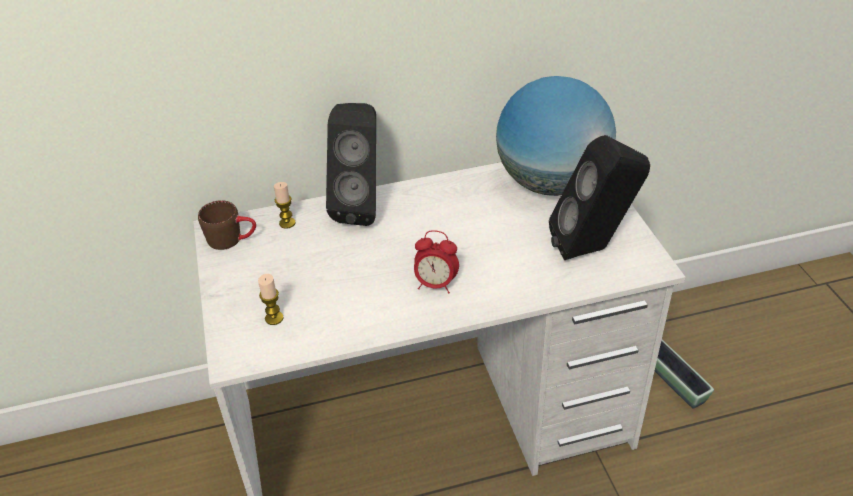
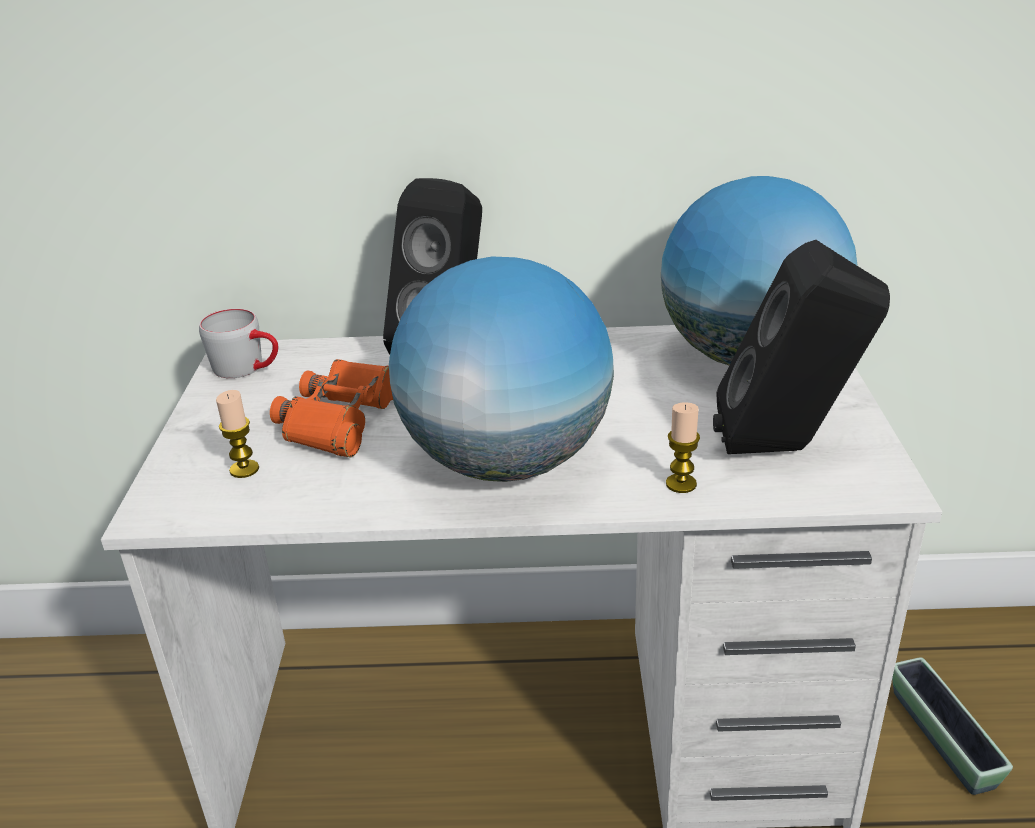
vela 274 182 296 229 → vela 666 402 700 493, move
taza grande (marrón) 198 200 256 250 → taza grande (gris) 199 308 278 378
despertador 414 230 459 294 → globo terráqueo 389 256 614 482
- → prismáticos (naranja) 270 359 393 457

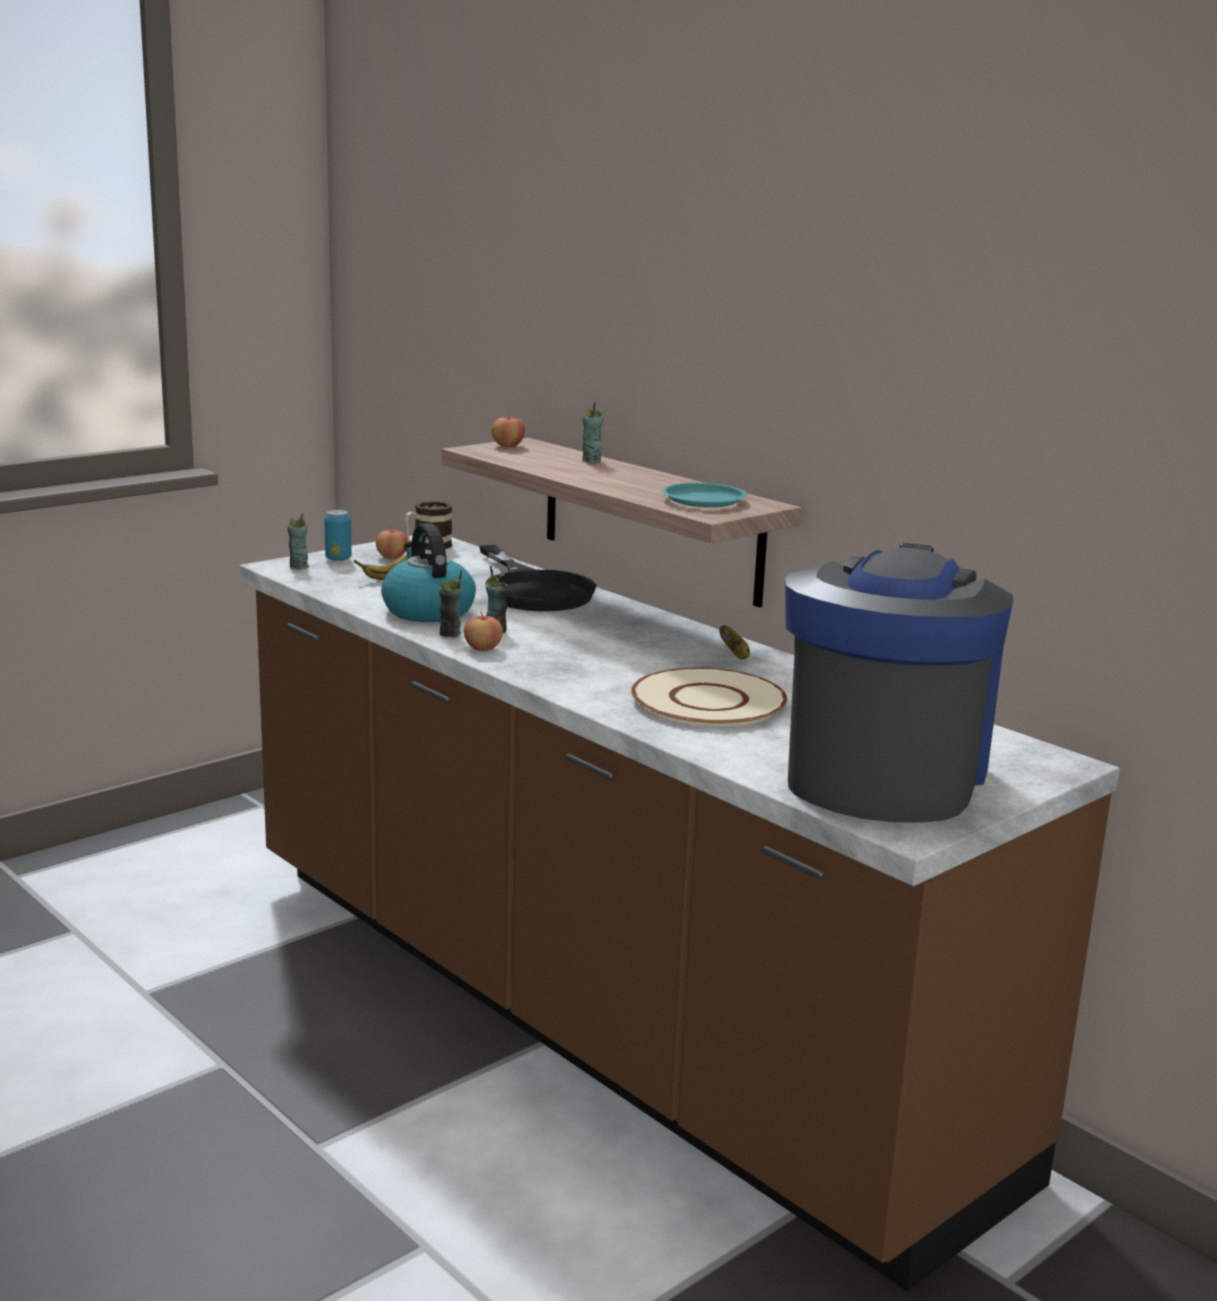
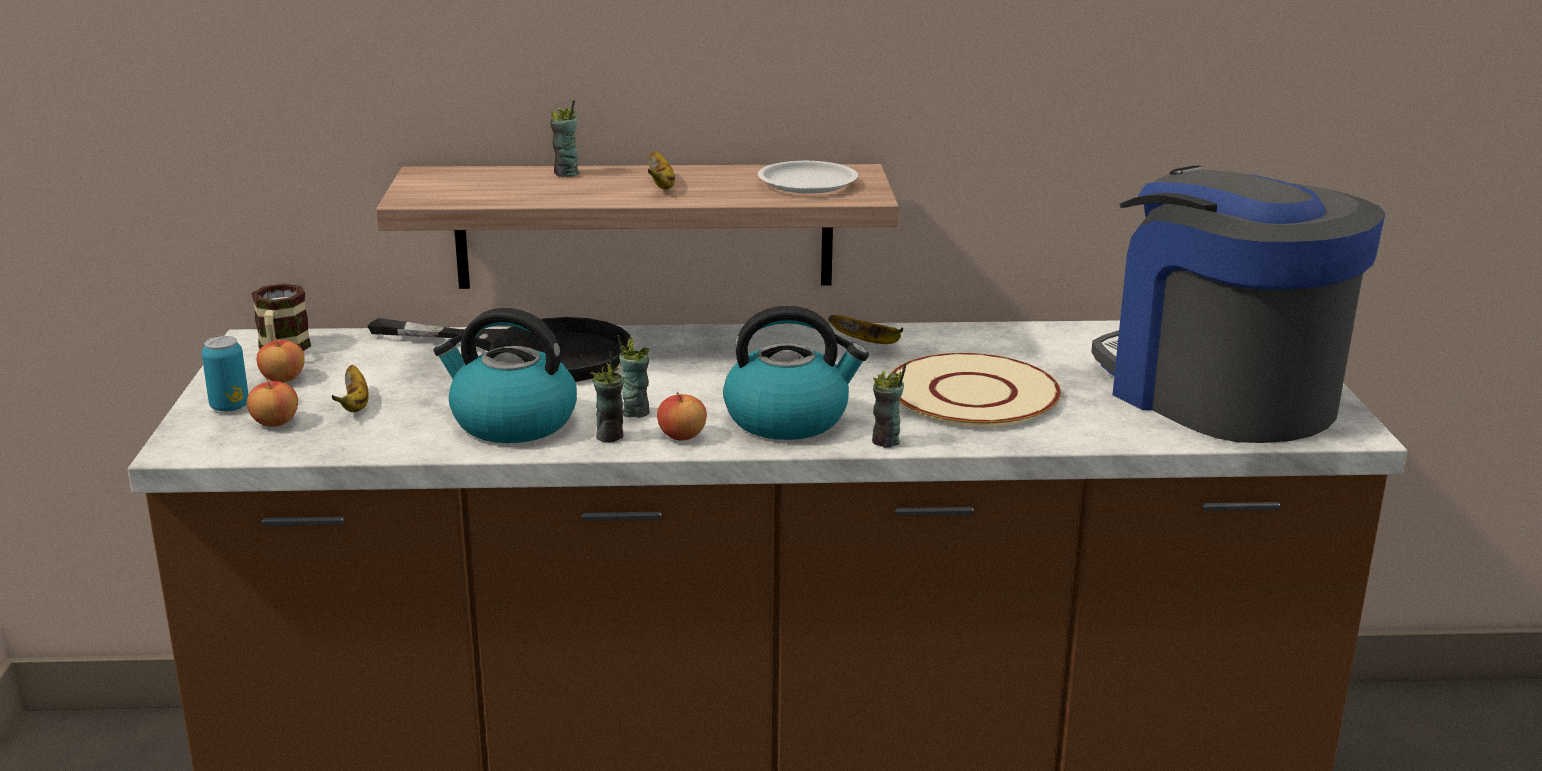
manzana 491 412 525 447 → manzana 247 378 298 427, move
plato (turquesa) 661 483 748 507 → plato (blanco) 758 161 858 194
taza 287 513 309 569 → taza 872 363 907 448, move
- → plátano 648 151 675 190
- → hervidor 723 306 869 440

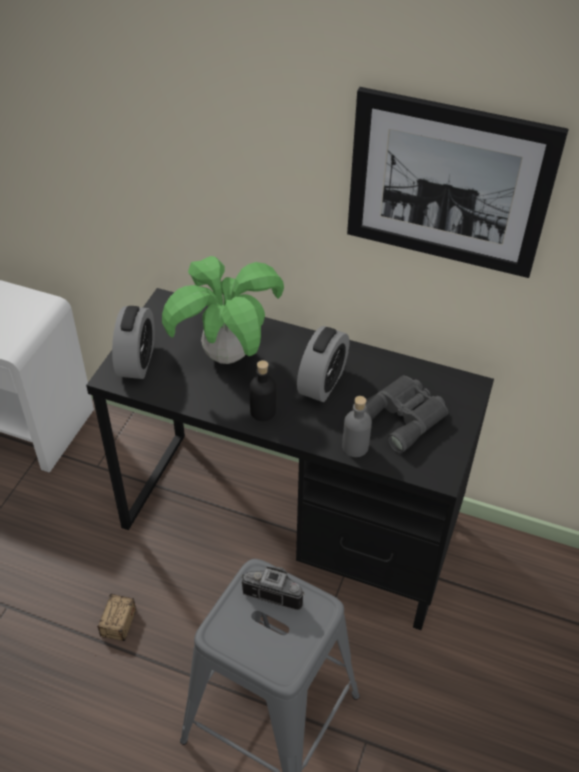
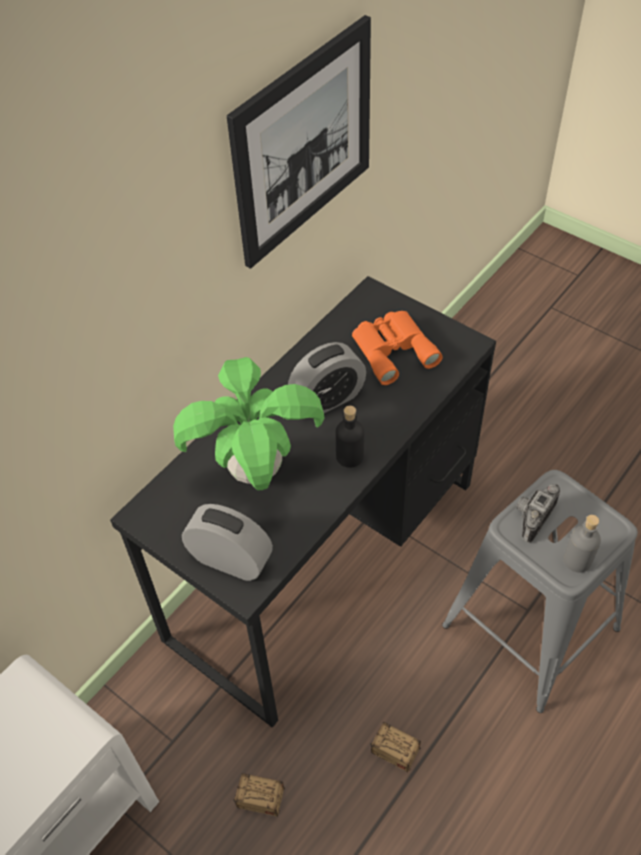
despertador 297 326 349 402 → despertador 288 342 366 413, 105 degrees clockwise
prismáticos (gris) 352 376 448 454 → prismáticos (naranja) 352 311 443 385
botella (gris) 342 396 372 457 → botella (gris) 563 515 601 573, move
- → caja de almacenaje 234 773 341 816

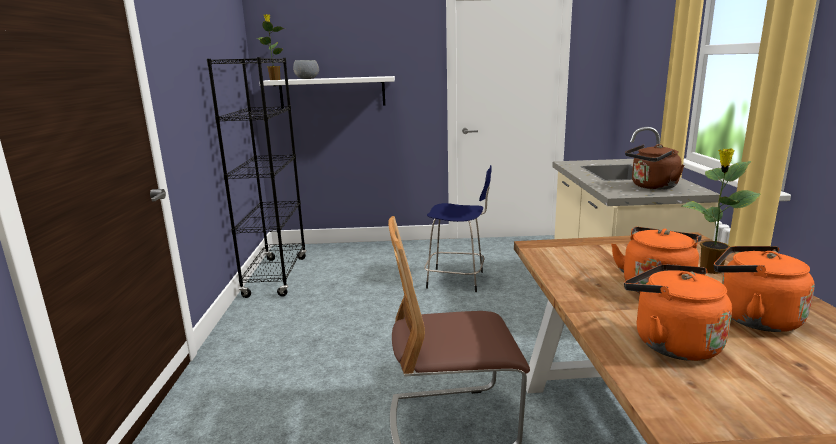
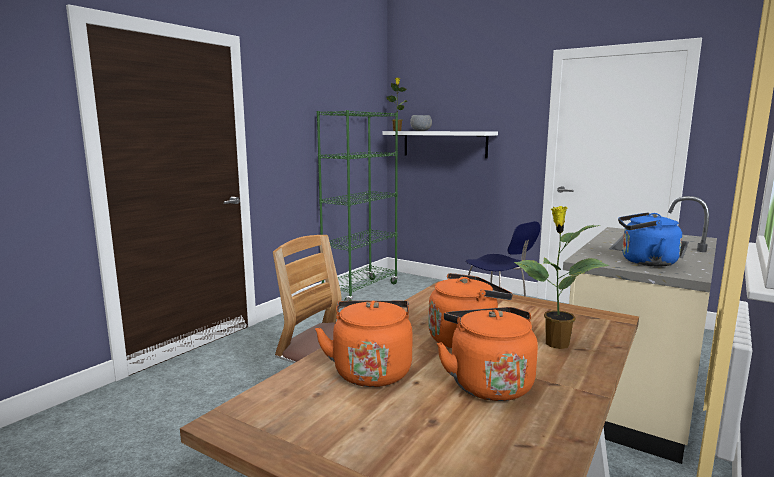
estantería (negro) 207 57 306 298 → estantería (verde) 317 110 398 301
hervidor (marrón) 625 144 684 190 → hervidor (azul) 618 213 682 267

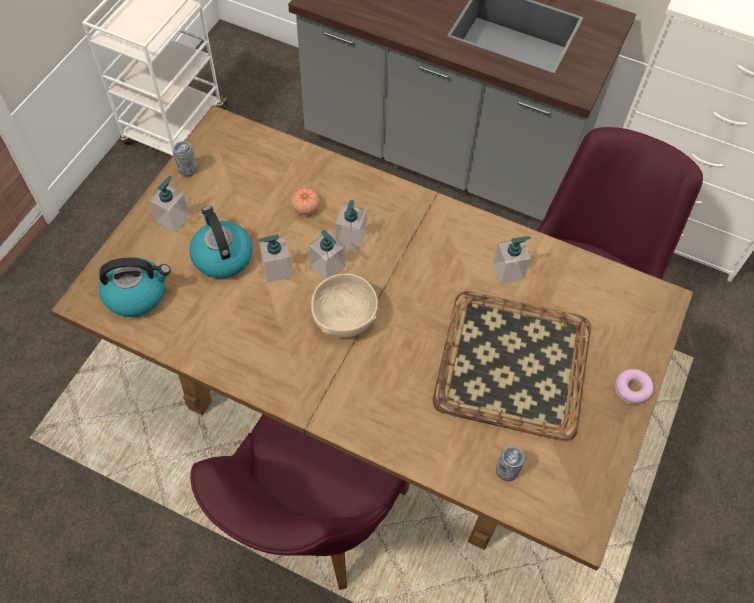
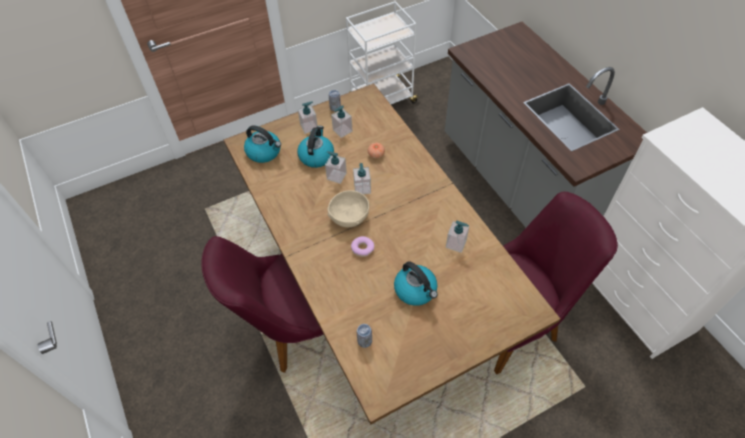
dispensador de jabón 335 200 367 250 → dispensador de jabón 331 105 353 138, move
bandeja 433 291 591 441 → hervidor 394 261 438 306
rosquilla 615 369 654 404 → rosquilla 351 236 375 257, move

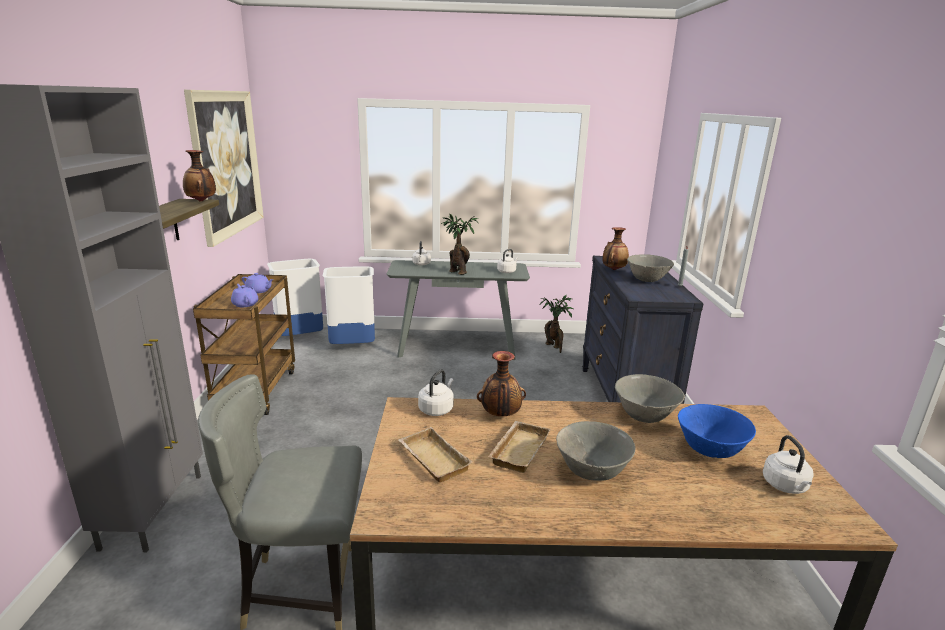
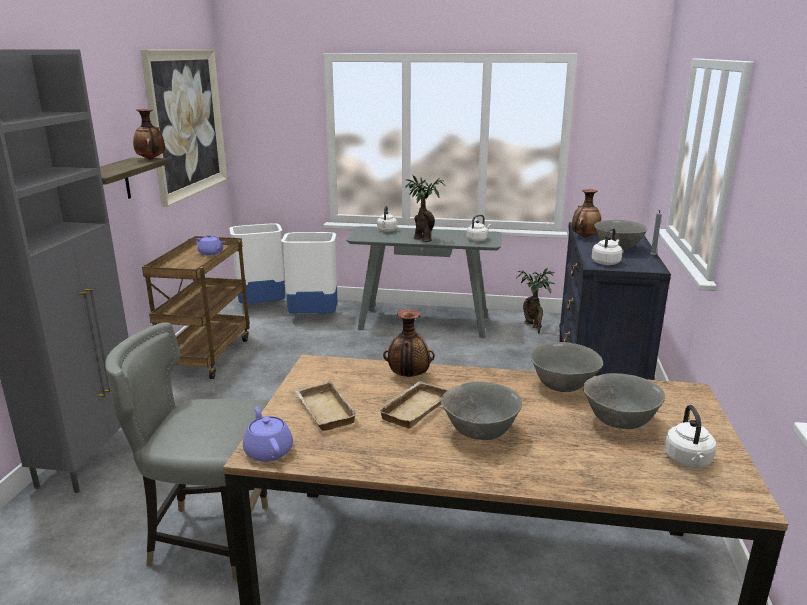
tetera (morado) 231 284 258 307 → tetera (morado) 243 406 293 462, move
hervidor (blanco) 418 369 454 416 → hervidor (blanco) 592 228 623 265, move
cuenco (azul) 678 404 756 458 → cuenco (gris) 583 373 665 429

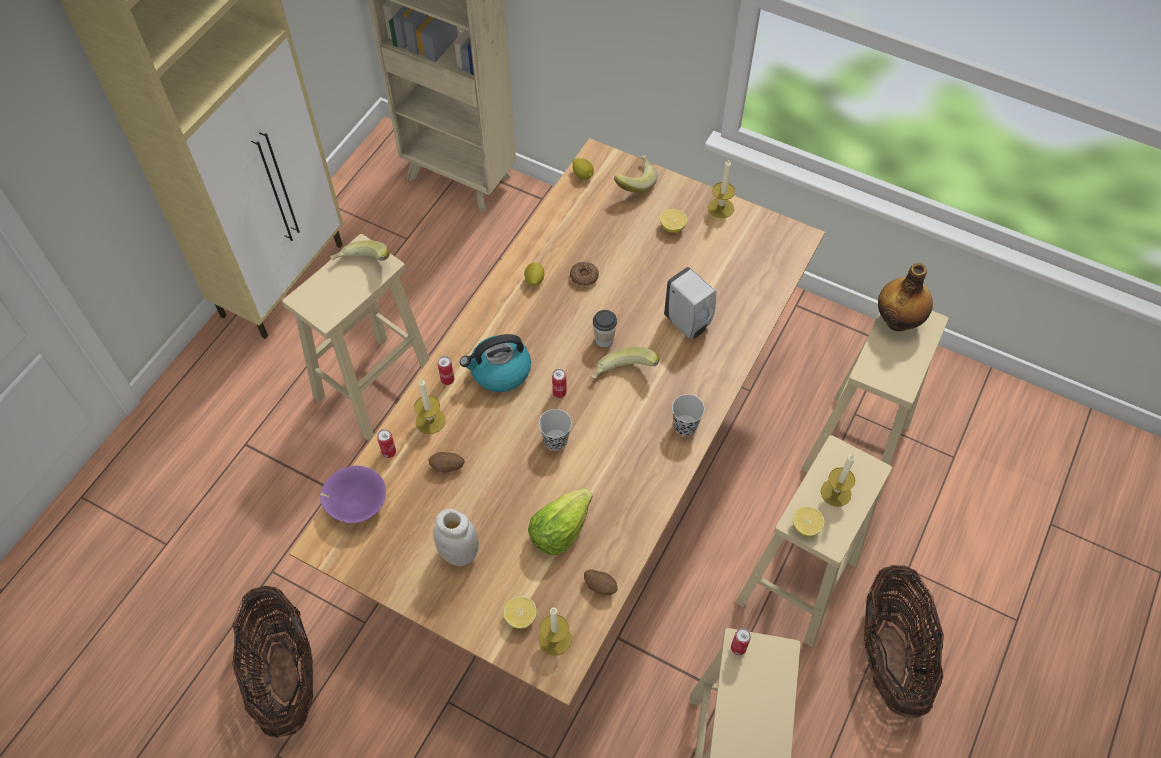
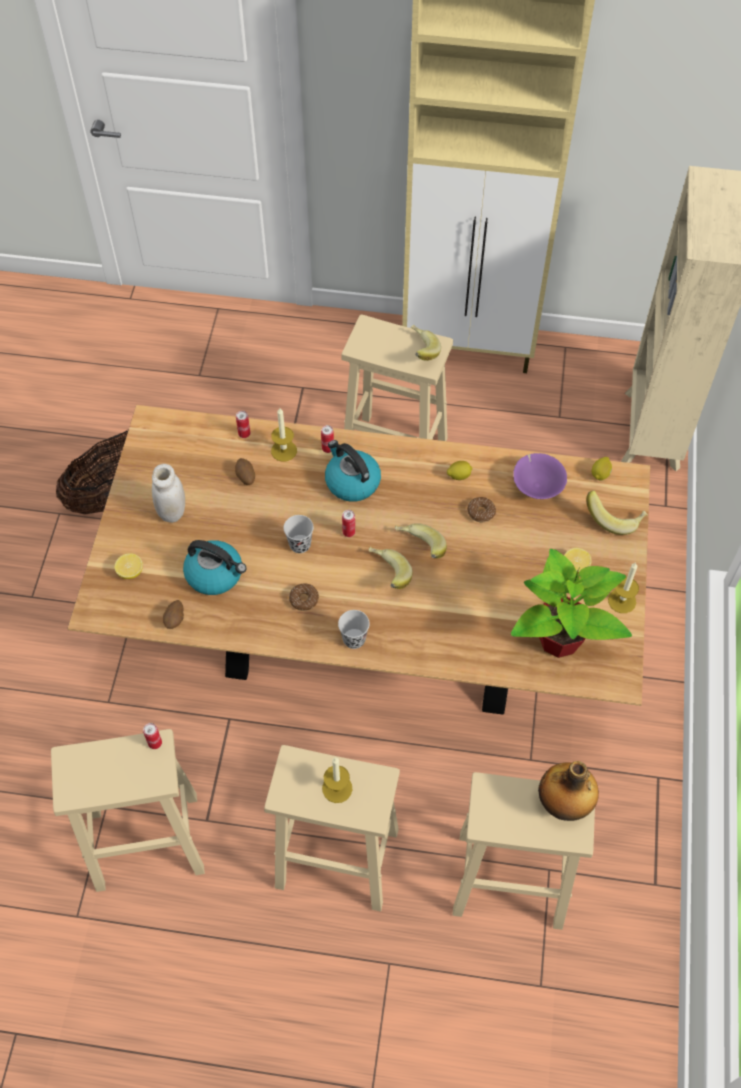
dispensador de jabón (blanco) 664 267 716 339 → -
taza 593 310 617 348 → plátano 395 523 447 558
cuenco (morado) 320 466 386 523 → cuenco (morado) 513 453 567 499, move
lechuga 528 488 593 555 → hervidor 183 540 246 595
limón 793 506 824 537 → -
cesta 864 565 944 718 → -
vela 539 607 572 655 → -
- → planta en maceta 511 549 632 658
- → rosquilla 289 583 319 611

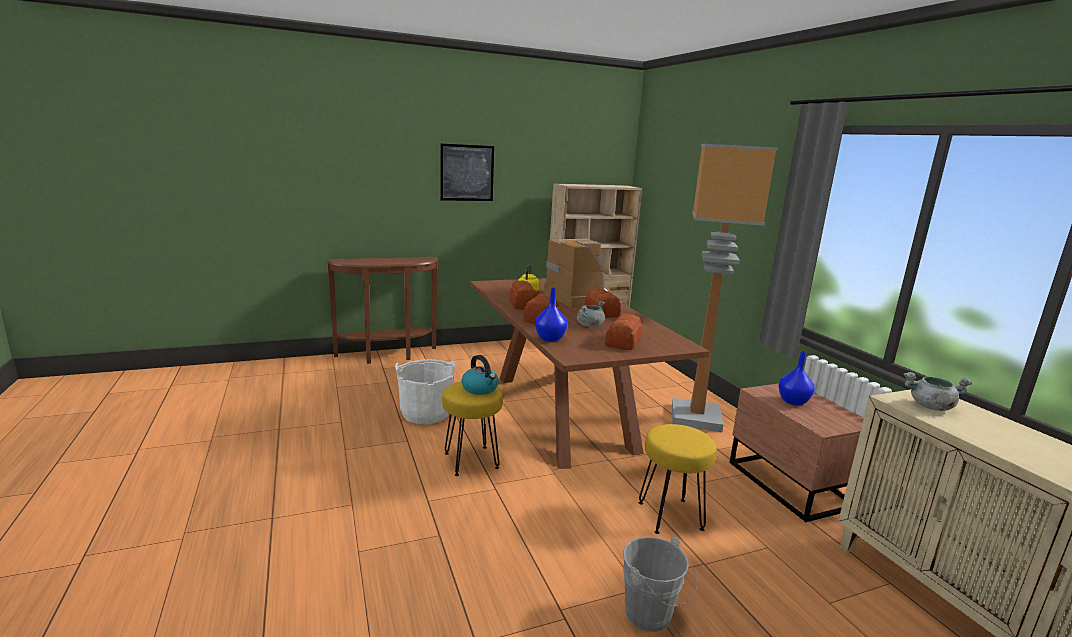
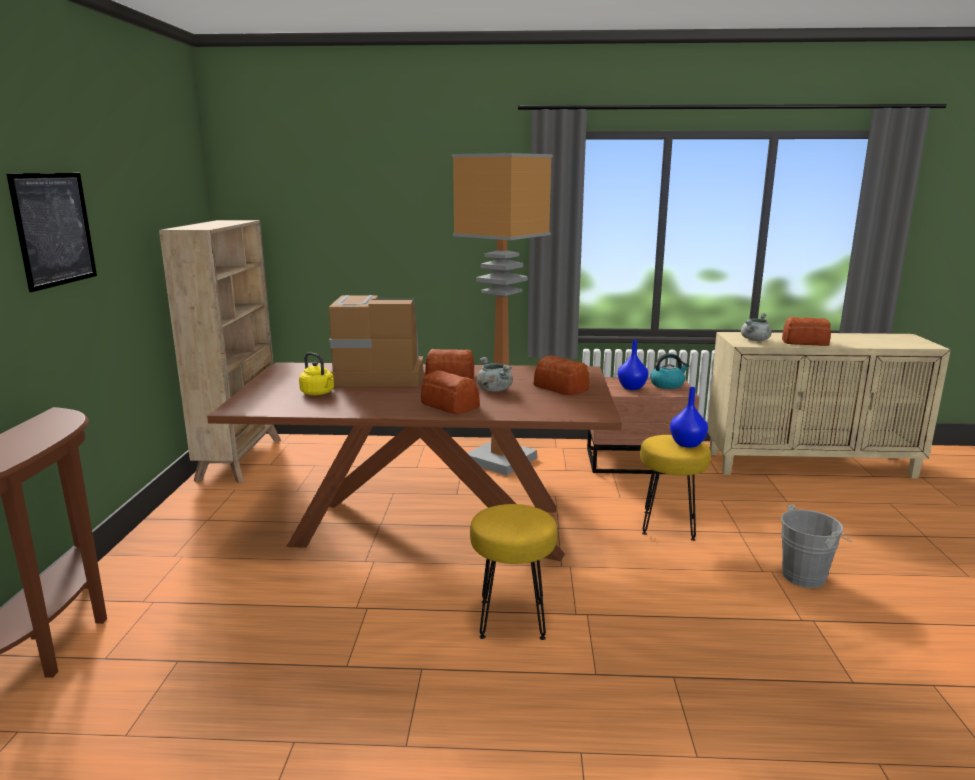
pan 509 281 537 309 → pan 782 317 831 346, move
florero (azul) 535 287 567 342 → florero (azul) 670 387 708 448, move
hervidor 462 355 499 395 → hervidor 650 353 689 389, move
cubo (blanco) 395 359 455 424 → -

